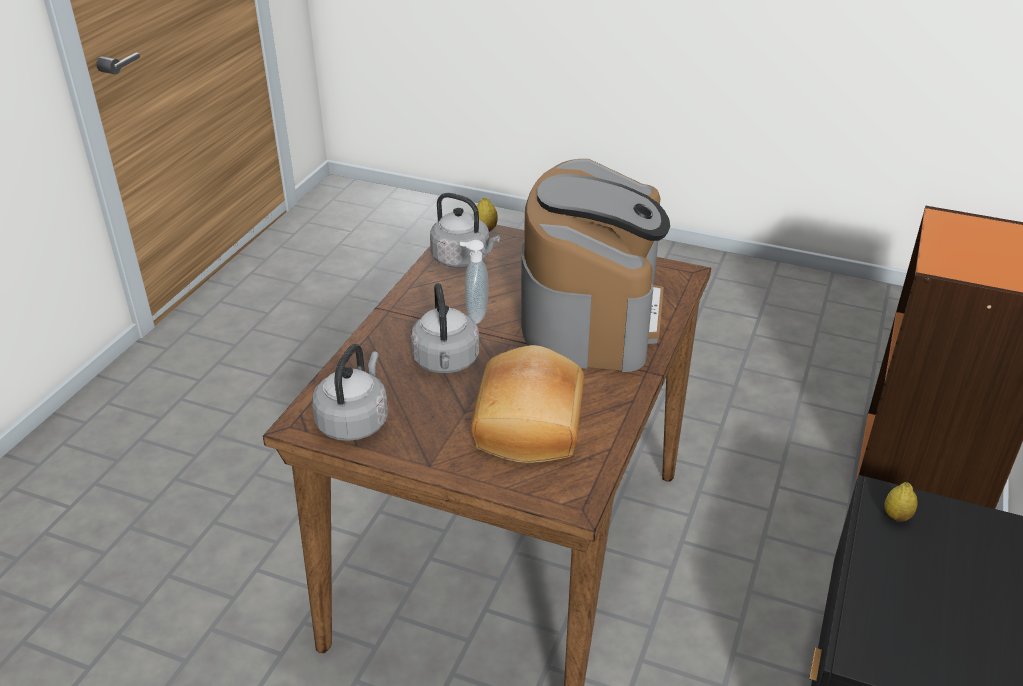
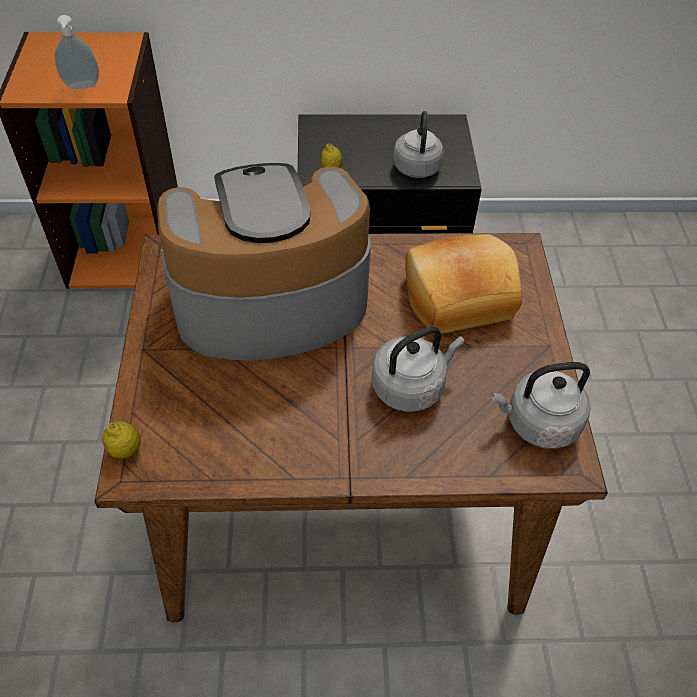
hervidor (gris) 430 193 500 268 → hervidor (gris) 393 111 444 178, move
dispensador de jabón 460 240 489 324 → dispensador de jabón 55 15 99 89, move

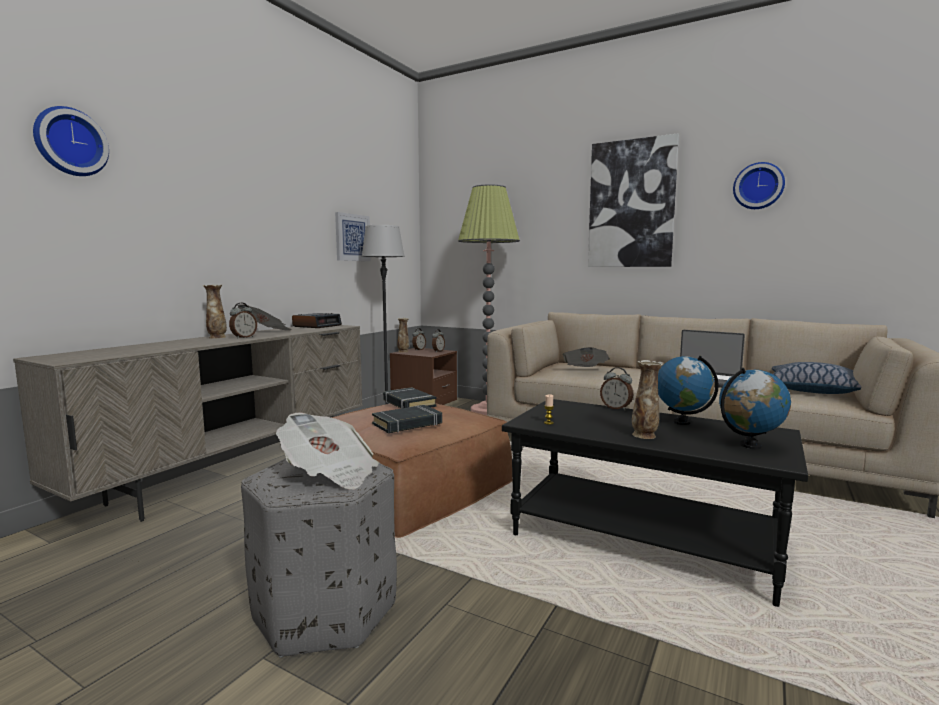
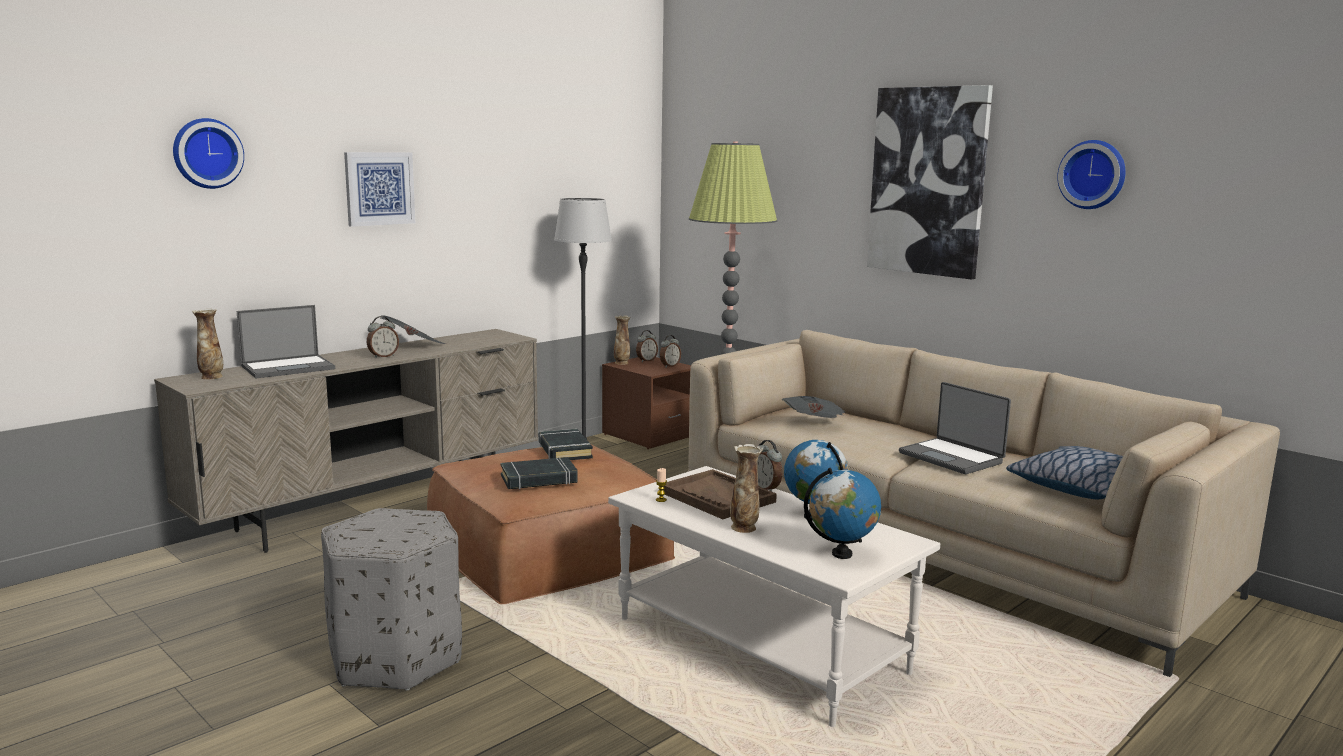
cuadro 335 212 371 261 → cuadro 344 152 415 227, move
florero 203 285 227 338 → florero 192 309 223 380, move
despertador 292 313 342 328 → -
mesa de centro (negro) 502 399 808 607 → mesa de centro (blanco) 608 466 940 727
periódico 276 413 379 489 → -
- → portátil 237 305 335 378
- → bandeja (marrón) 664 469 777 519

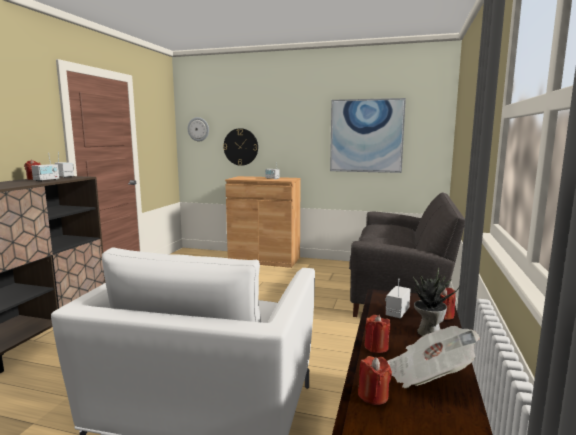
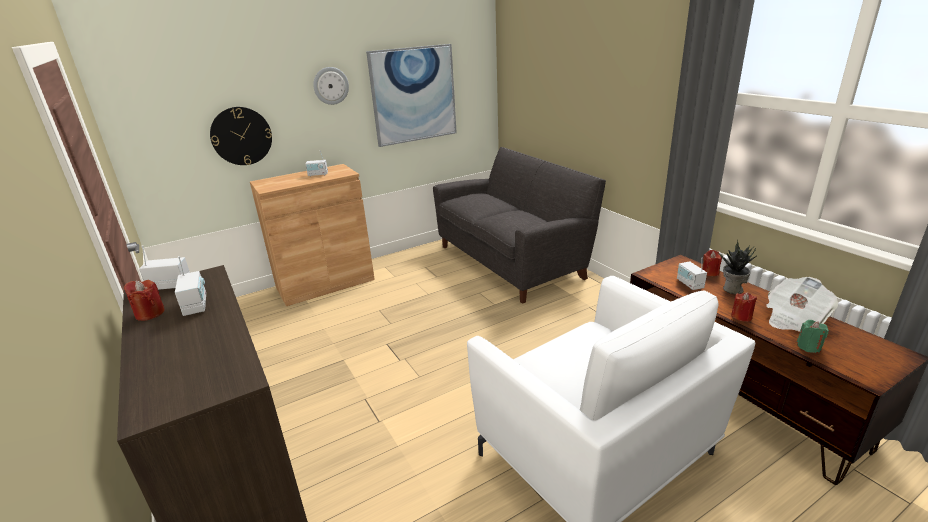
reloj de pared 188 117 209 141 → reloj de pared 313 67 349 105, move
vela (rojo) 358 356 392 405 → vela (verde) 797 320 829 353

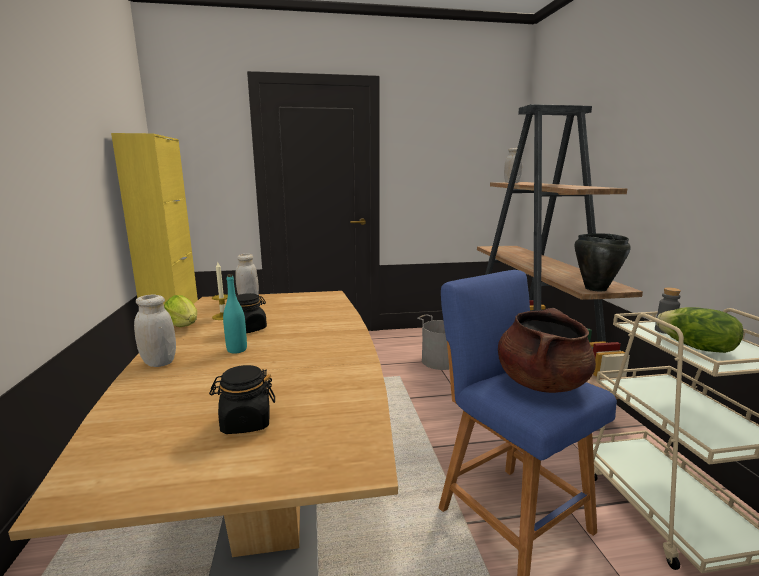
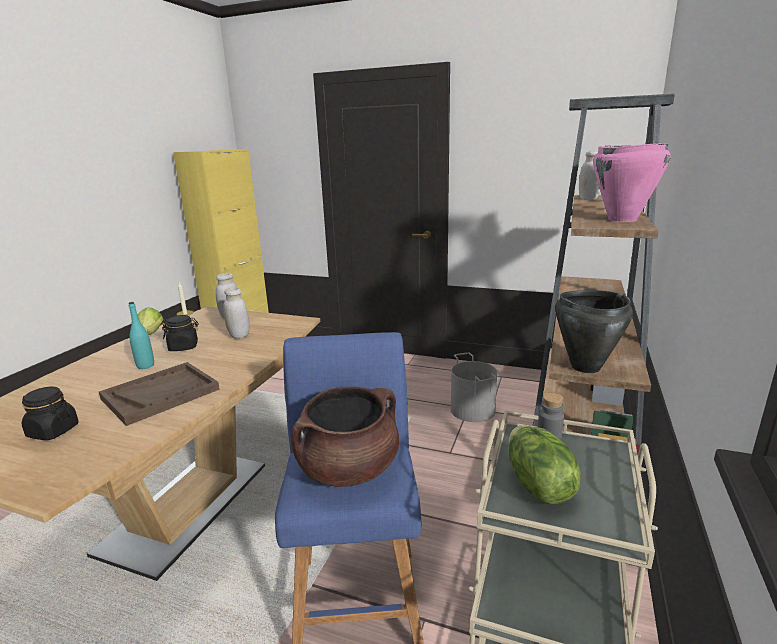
tarro (blanco) 134 295 176 367 → tarro (blanco) 223 287 249 339, move
- → olla (rosa) 593 143 671 222
- → bandeja (marrón) 99 362 220 426

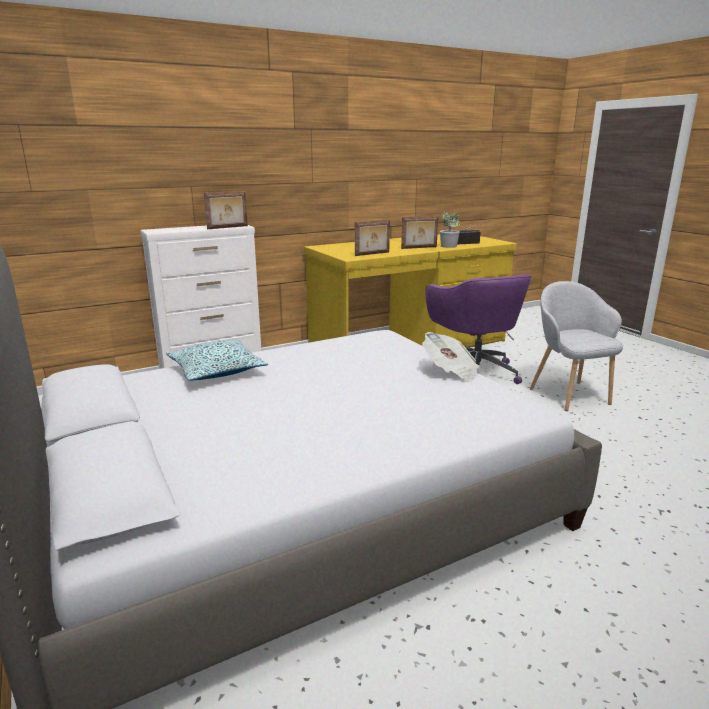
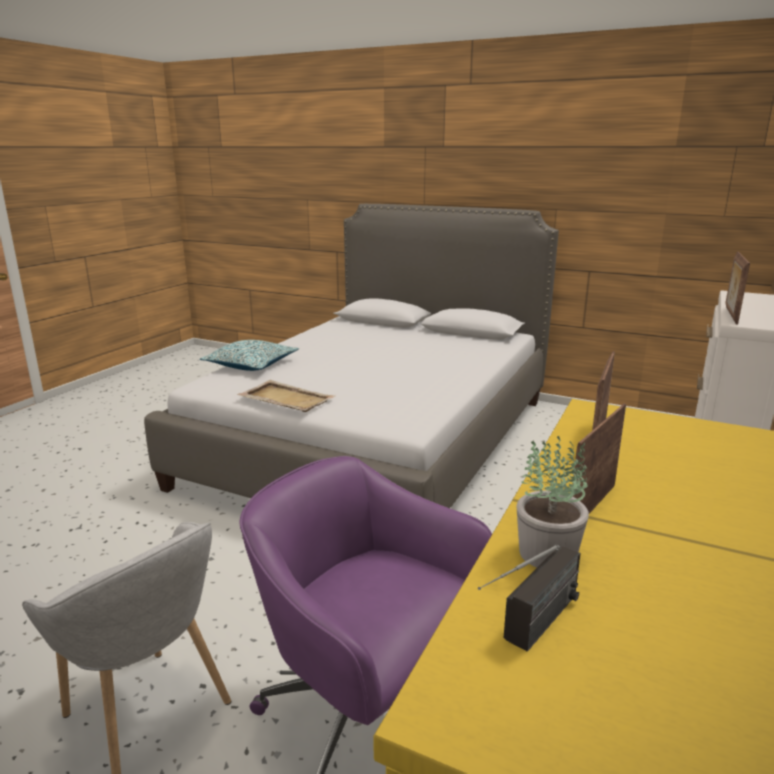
periódico 422 332 480 382 → bandeja (beis) 237 380 336 412
cojín 166 340 269 381 → cojín 200 340 299 371, move

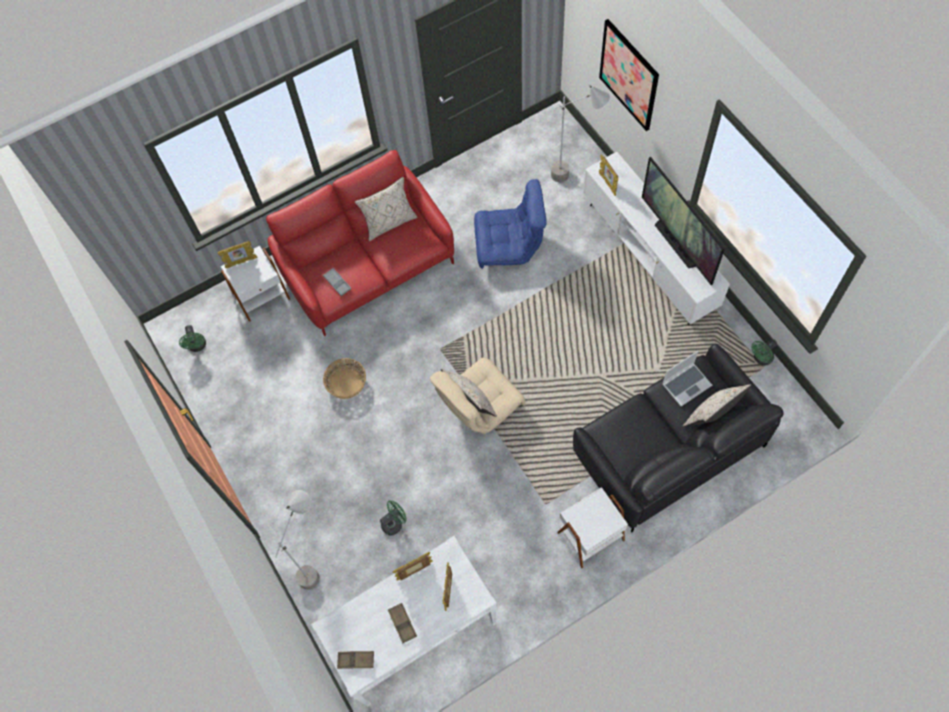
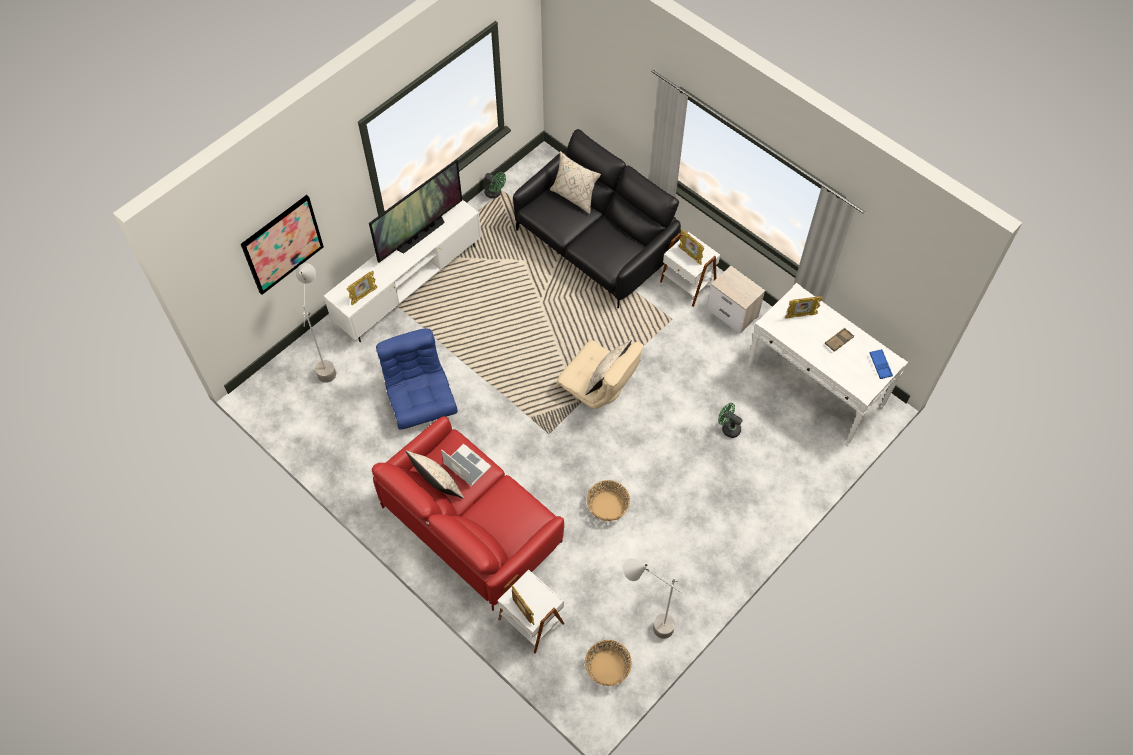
bandeja (gris) 323 268 351 296 → -
ventilador (verde) 179 325 206 352 → cesta 585 640 632 686
portátil 662 351 712 406 → portátil 441 444 491 486, move
lámpara de pie (gris) 275 490 320 590 → lámpara de pie (gris) 623 558 682 639, move
portarretratos 393 552 433 581 → portarretratos 679 229 704 265, move
bandeja (marrón) 337 651 374 669 → bandeja (azul) 870 349 893 379
- → mesita de noche 707 266 765 333

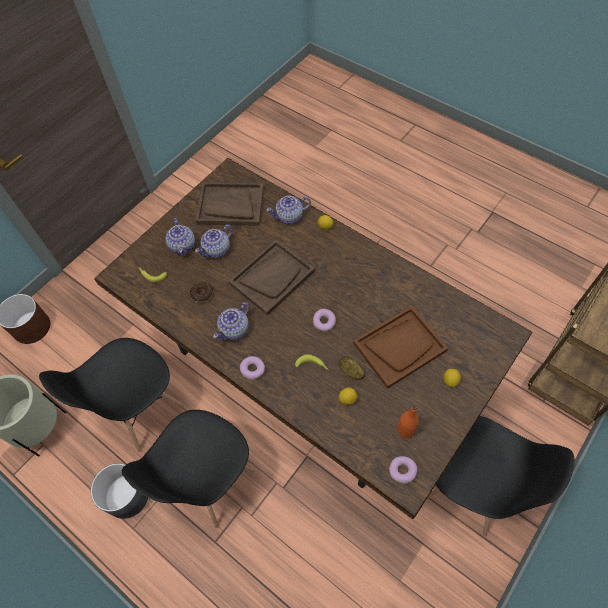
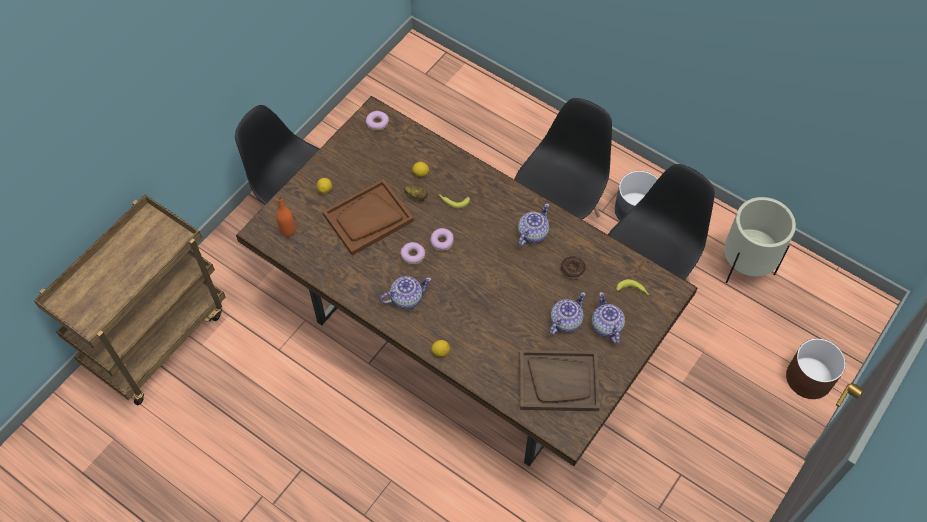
tetera 266 196 311 224 → tetera 381 276 431 309, move
bandeja (marrón) 229 239 315 316 → -
rosquilla 240 356 265 380 → rosquilla 400 242 425 264, move
botella (naranja) 397 405 419 438 → botella (naranja) 276 195 295 237, move

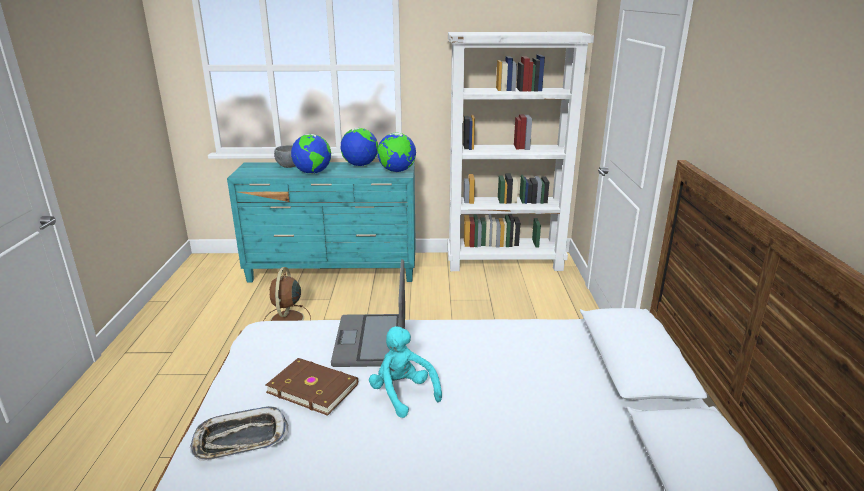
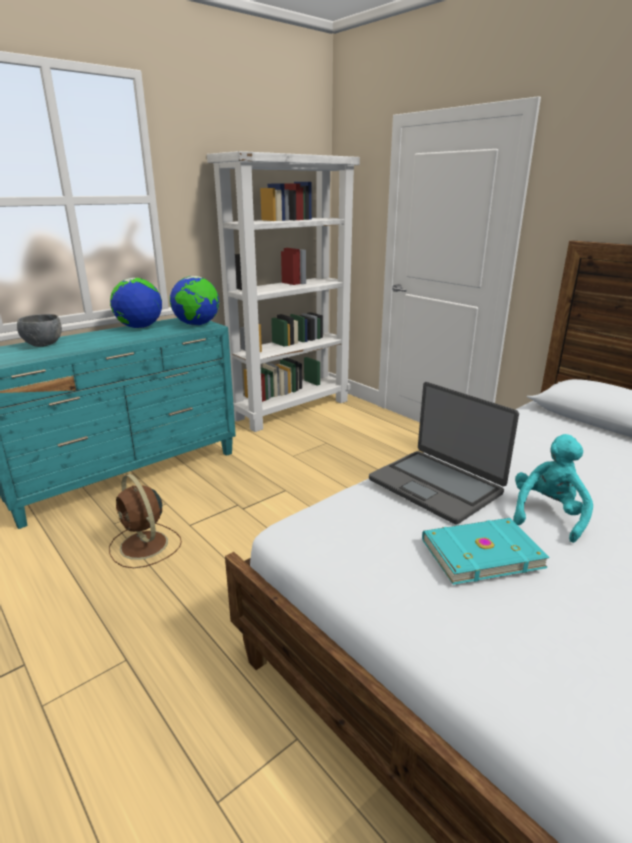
globo terráqueo 291 134 331 174 → -
peluche (turquesa) 369 326 442 418 → peluche (turquesa) 513 434 593 543, 105 degrees clockwise
libro (marrón) 266 358 358 416 → libro (turquesa) 422 518 550 585
bandeja 190 406 288 461 → -

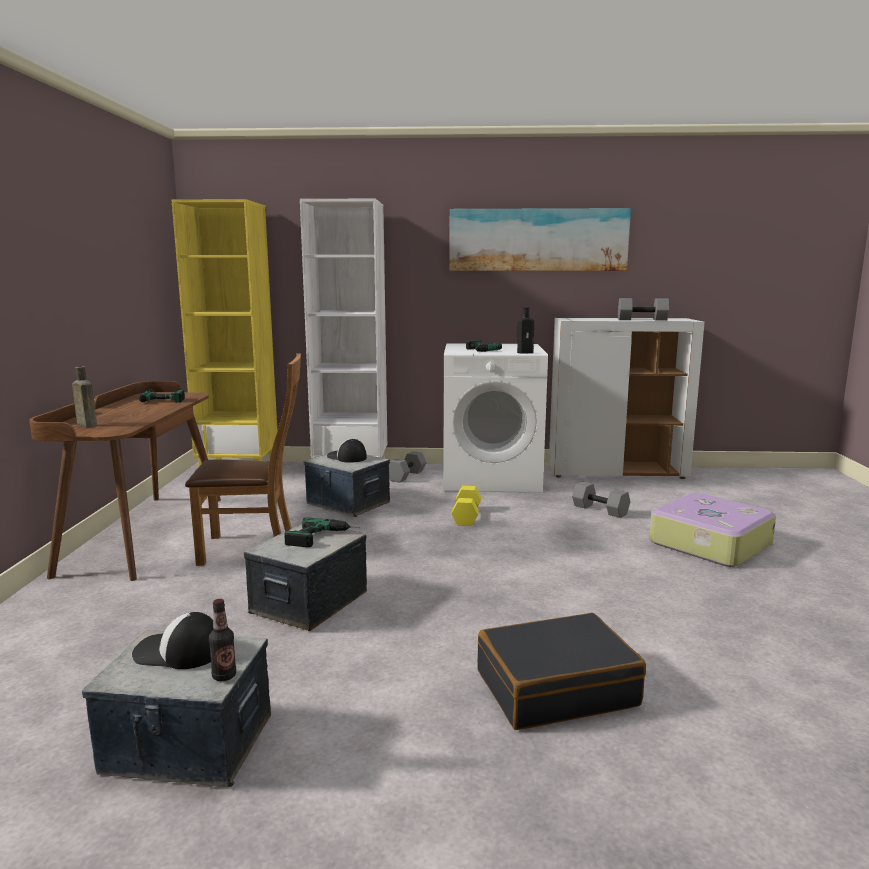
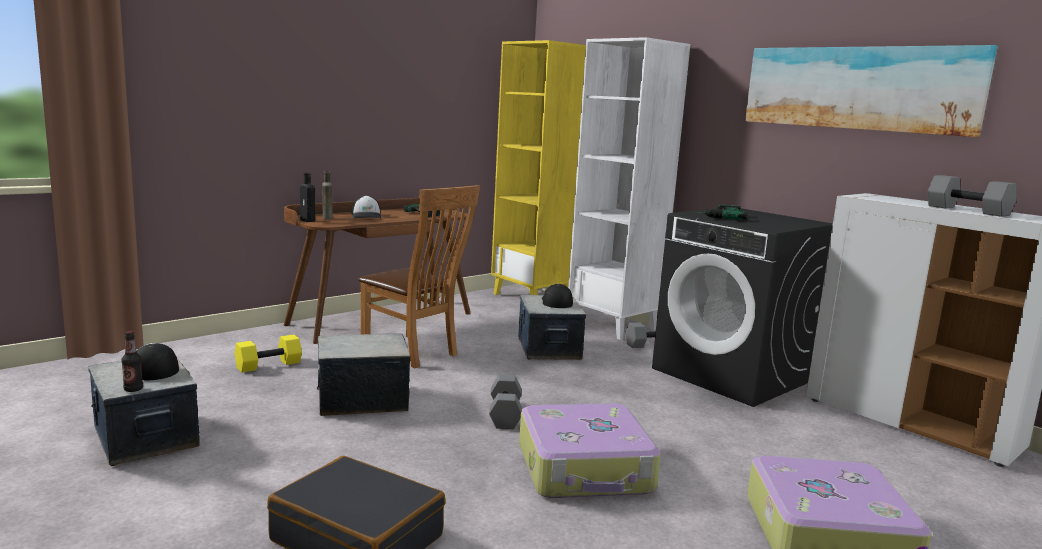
botella (negro) 517 307 534 353 → botella (negro) 300 173 315 222, move
lavadora (blanco) 443 344 548 493 → lavadora (negro) 652 208 833 407
mancuerna (gris) 572 481 630 518 → mancuerna (gris) 489 375 522 429, move
mancuerna (amarillo) 451 486 481 526 → mancuerna (amarillo) 235 334 302 373, move
taladro 284 518 360 547 → -
- → gorra 352 195 382 219
- → maleta 519 404 661 498

